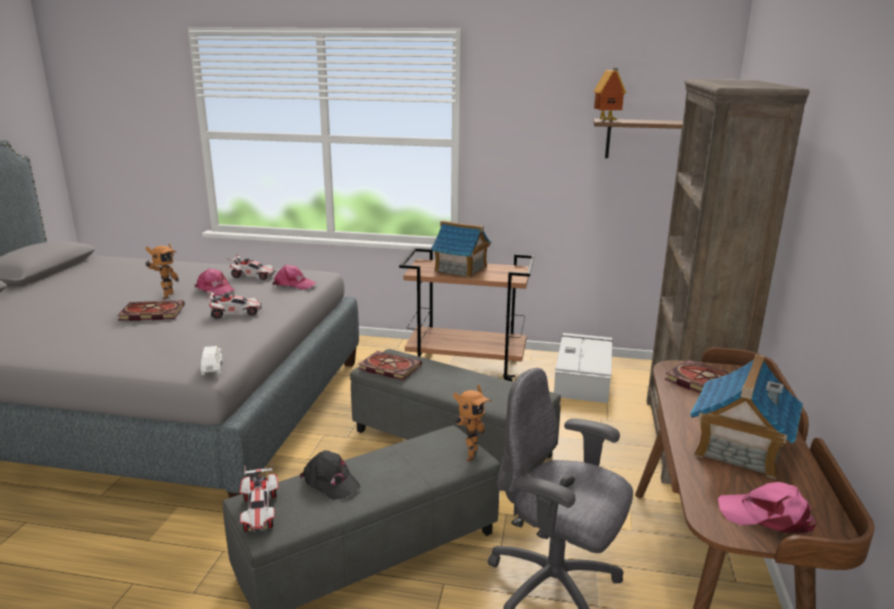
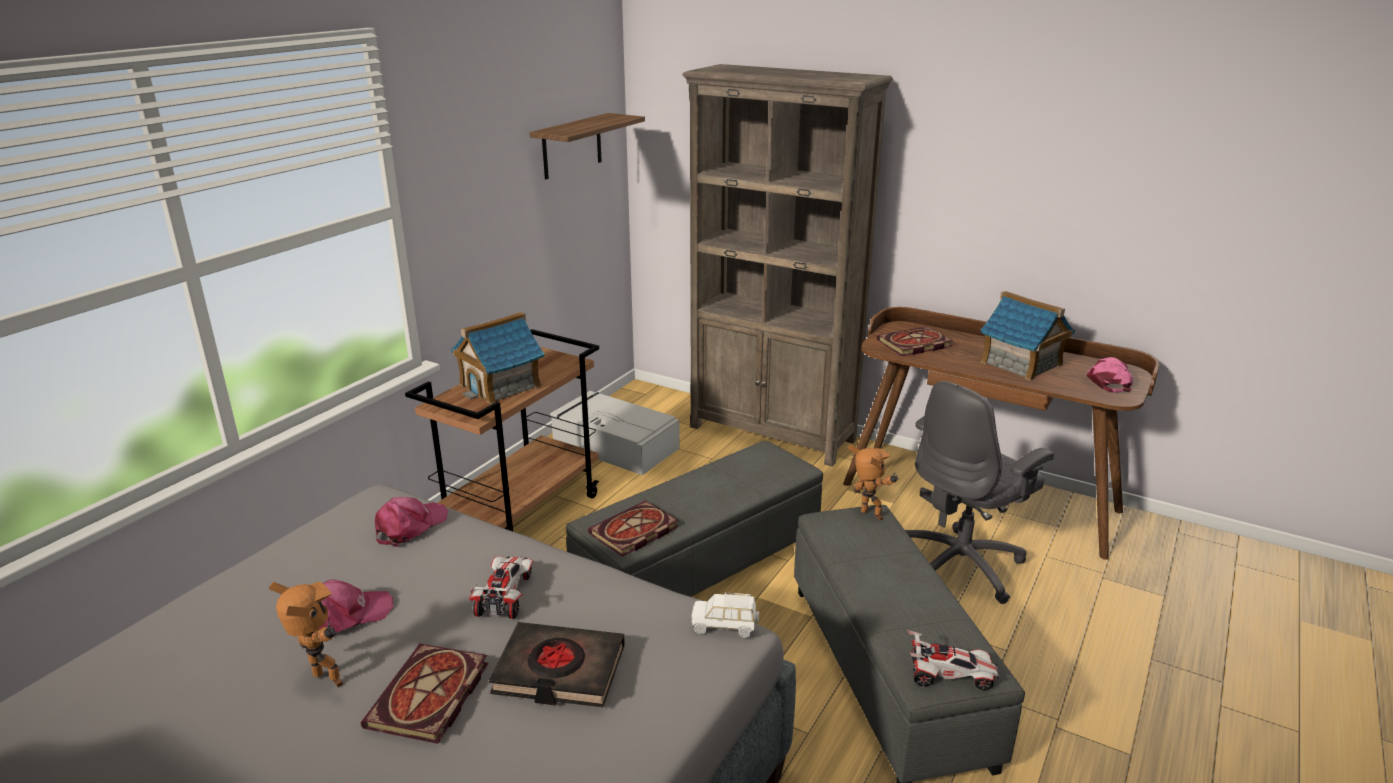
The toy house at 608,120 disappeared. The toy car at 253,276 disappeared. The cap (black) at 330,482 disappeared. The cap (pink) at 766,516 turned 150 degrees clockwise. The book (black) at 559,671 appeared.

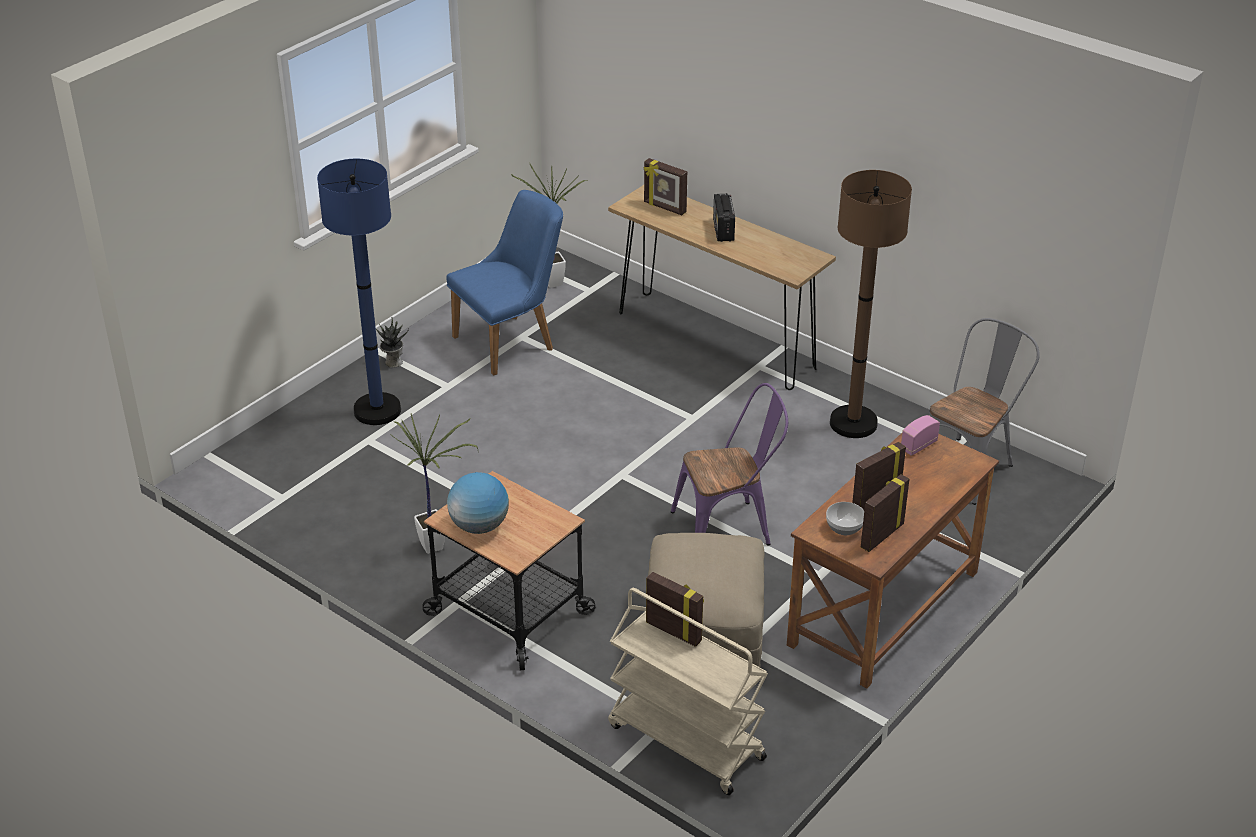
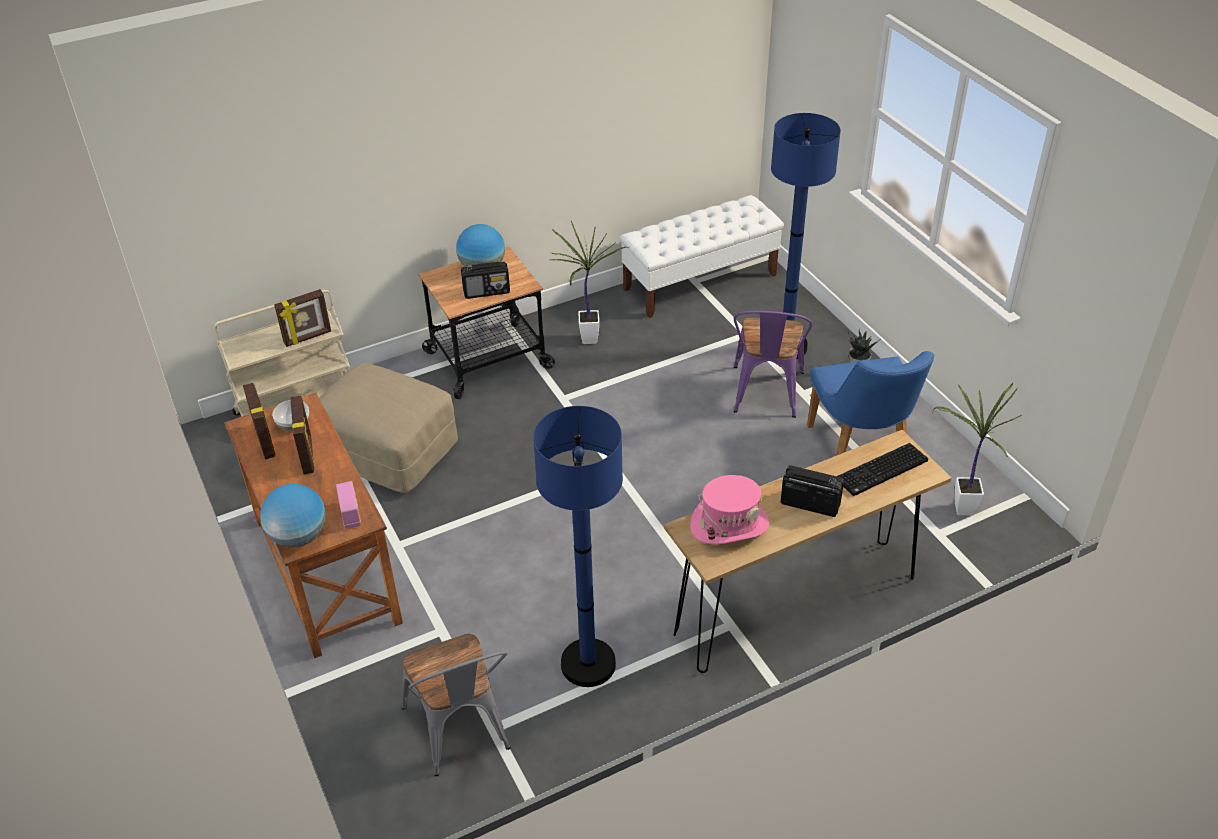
The picture frame at 664,208 was replaced by the keyboard at 882,472. The floor lamp (brown) at 853,423 became the floor lamp (blue) at 588,664. The chair (purple) moved from 729,528 to 766,396. The bench (white) at 700,282 appeared. The radio at 487,291 appeared. The hat (pink) at 729,525 appeared. The globe at 299,537 appeared.

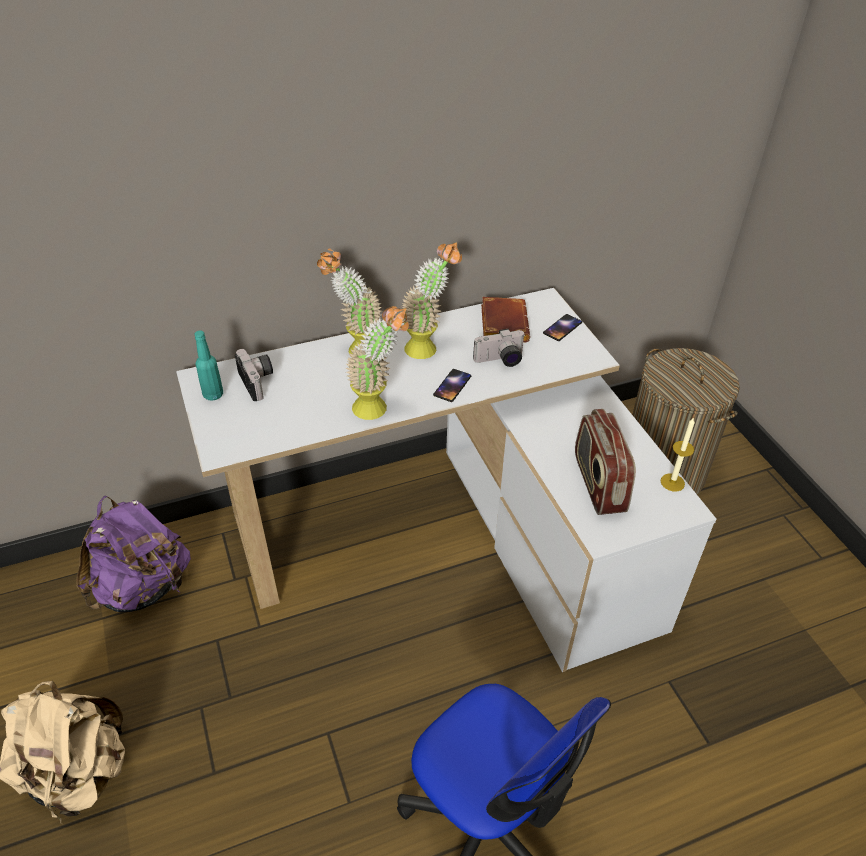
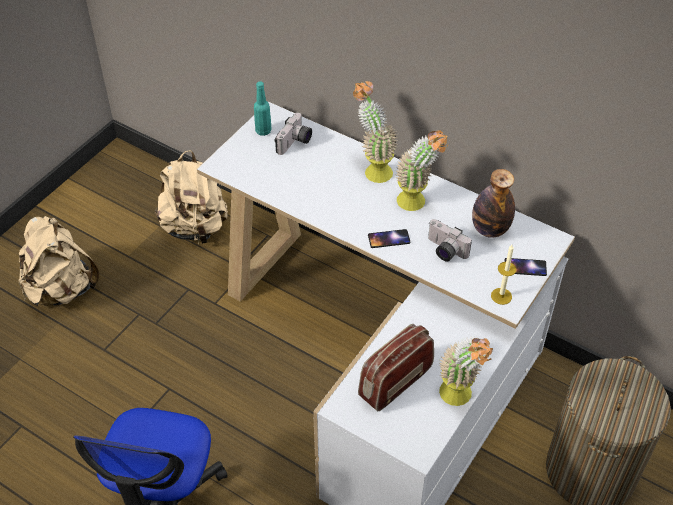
The book (brown) at 502,324 was replaced by the bottle at 490,229. The potted plant moved from 379,409 to 460,399. The candle moved from 672,482 to 501,296. The backpack (purple) at 143,587 became the backpack (beige) at 195,227.

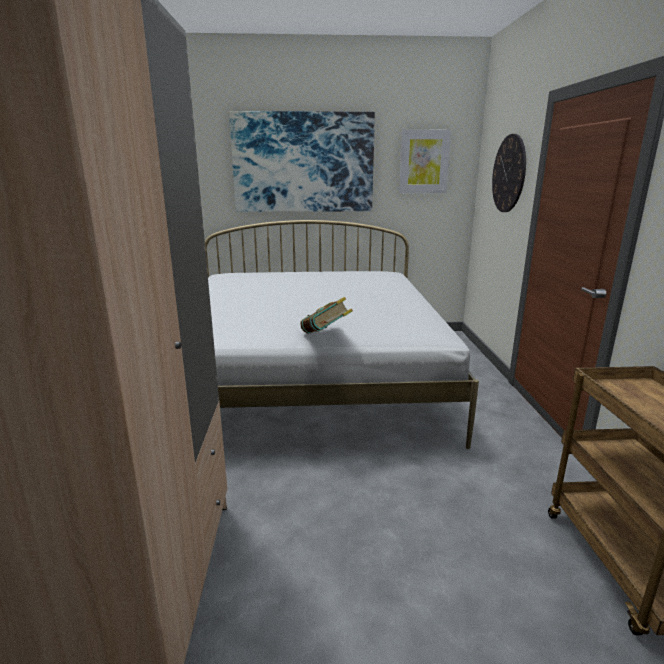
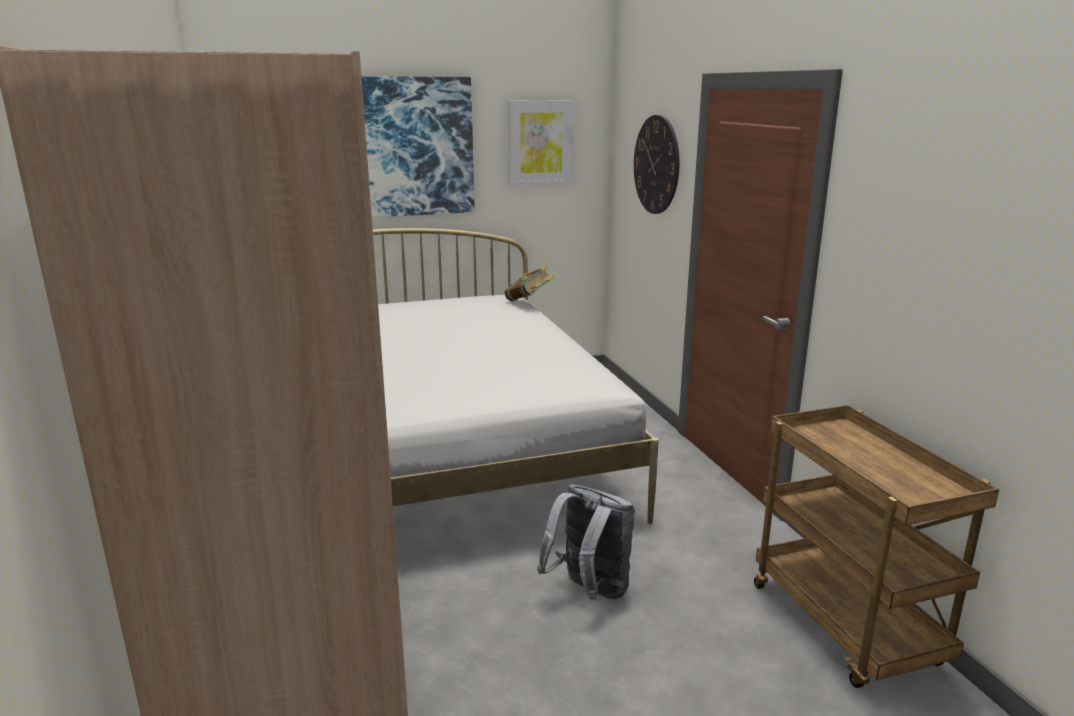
The book moved from 325,336 to 529,302. The backpack (grey) at 589,591 appeared.

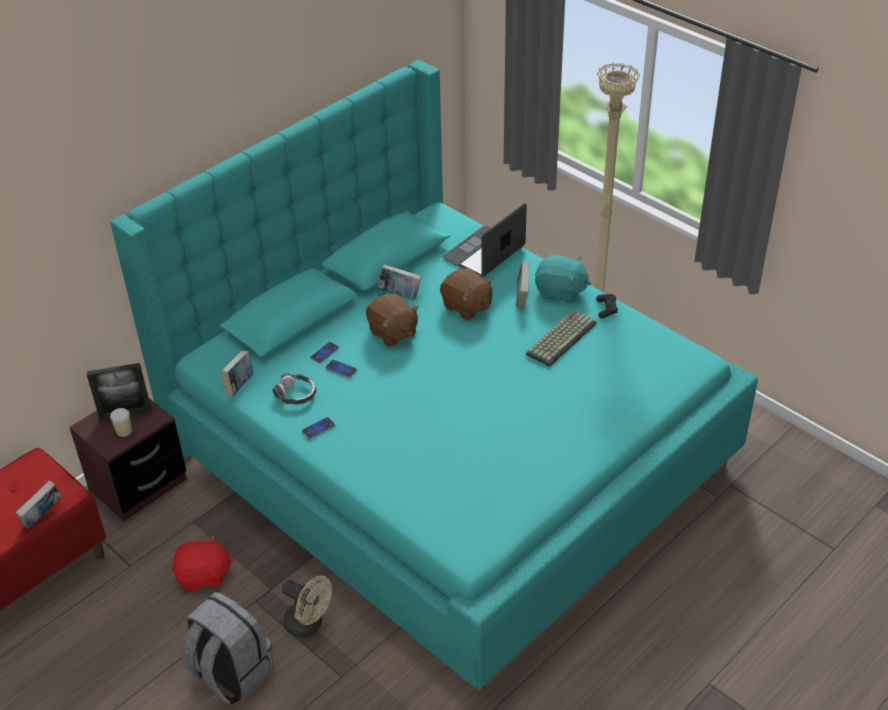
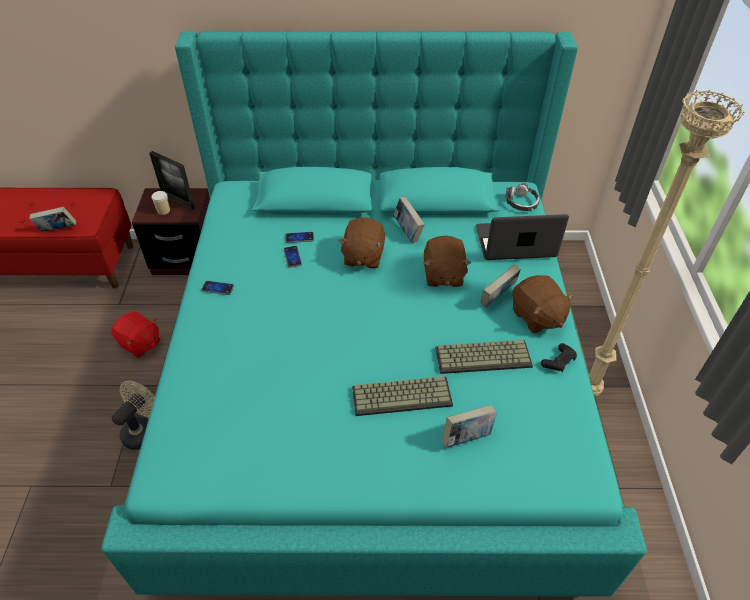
The plush toy (turquoise) at 560,291 became the plush toy (brown) at 536,316. The book moved from 239,385 to 466,437. The headphones moved from 296,394 to 521,202. The fan (beige) at 309,625 turned 135 degrees counterclockwise. The backpack (grey) at 231,674 disappeared. The keyboard at 402,395 appeared.

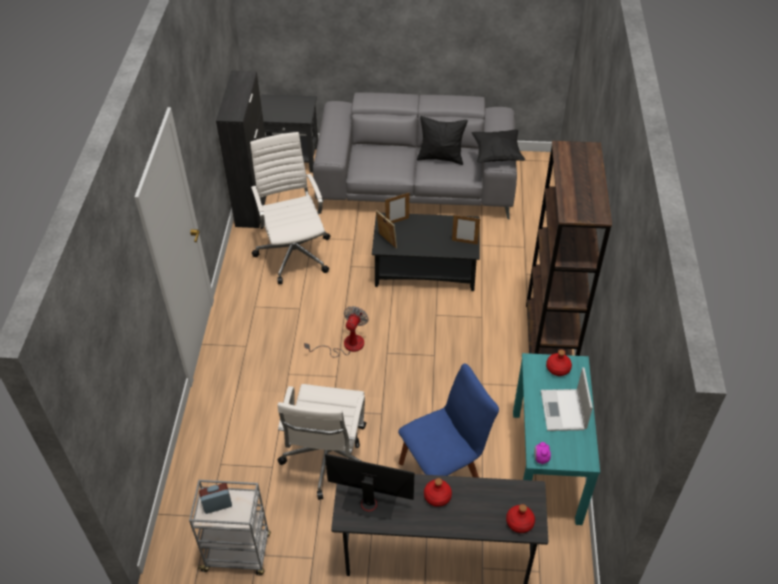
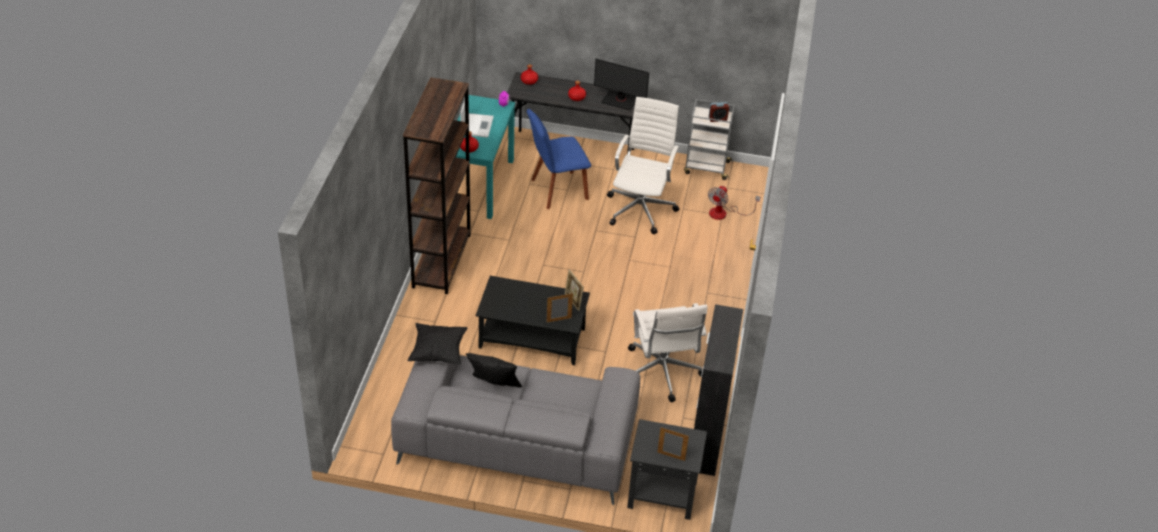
The picture frame moved from 464,242 to 671,456. The fan moved from 346,345 to 724,213.

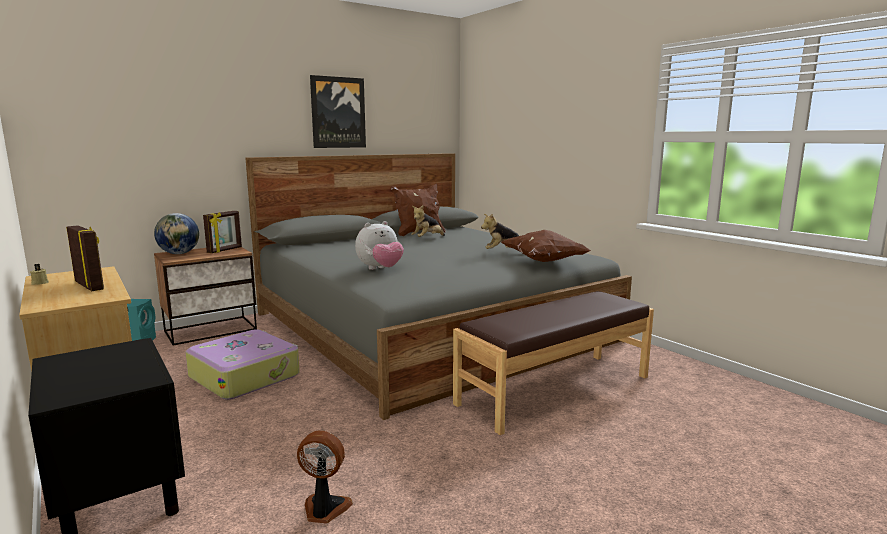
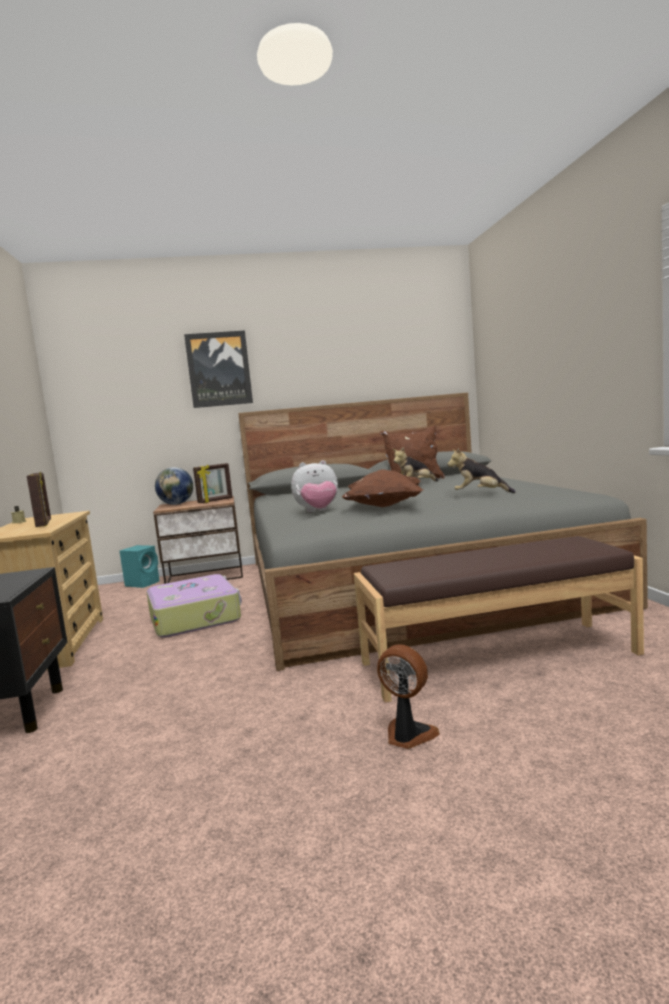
The picture moved from 338,112 to 219,369. The pillow (brown) moved from 544,261 to 384,507. The fan moved from 324,510 to 408,735.

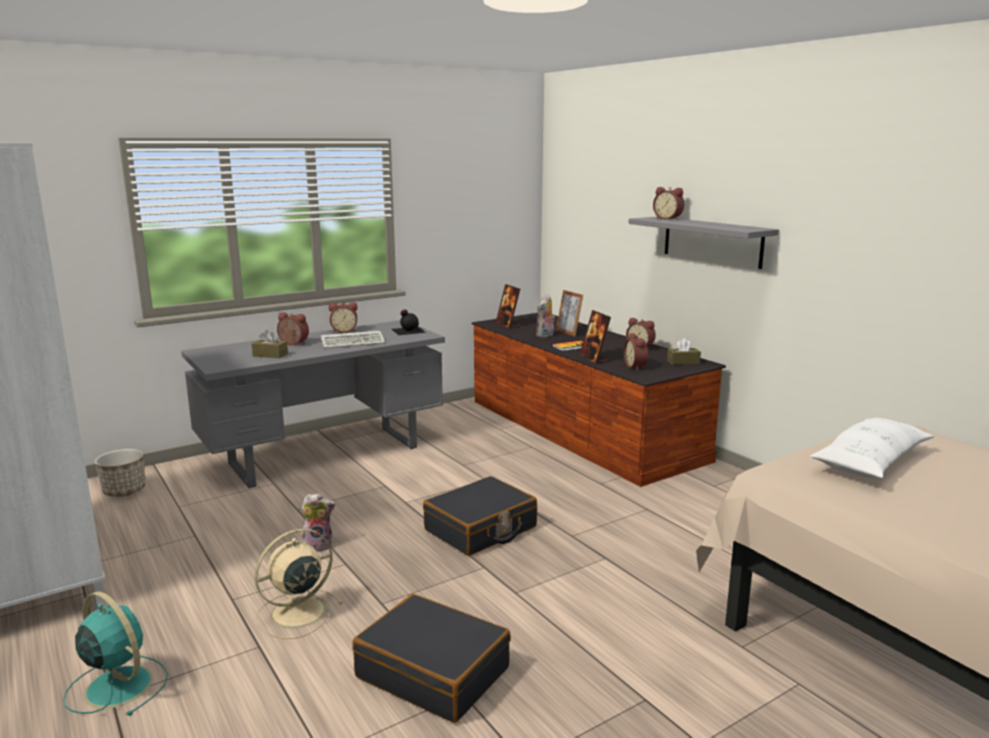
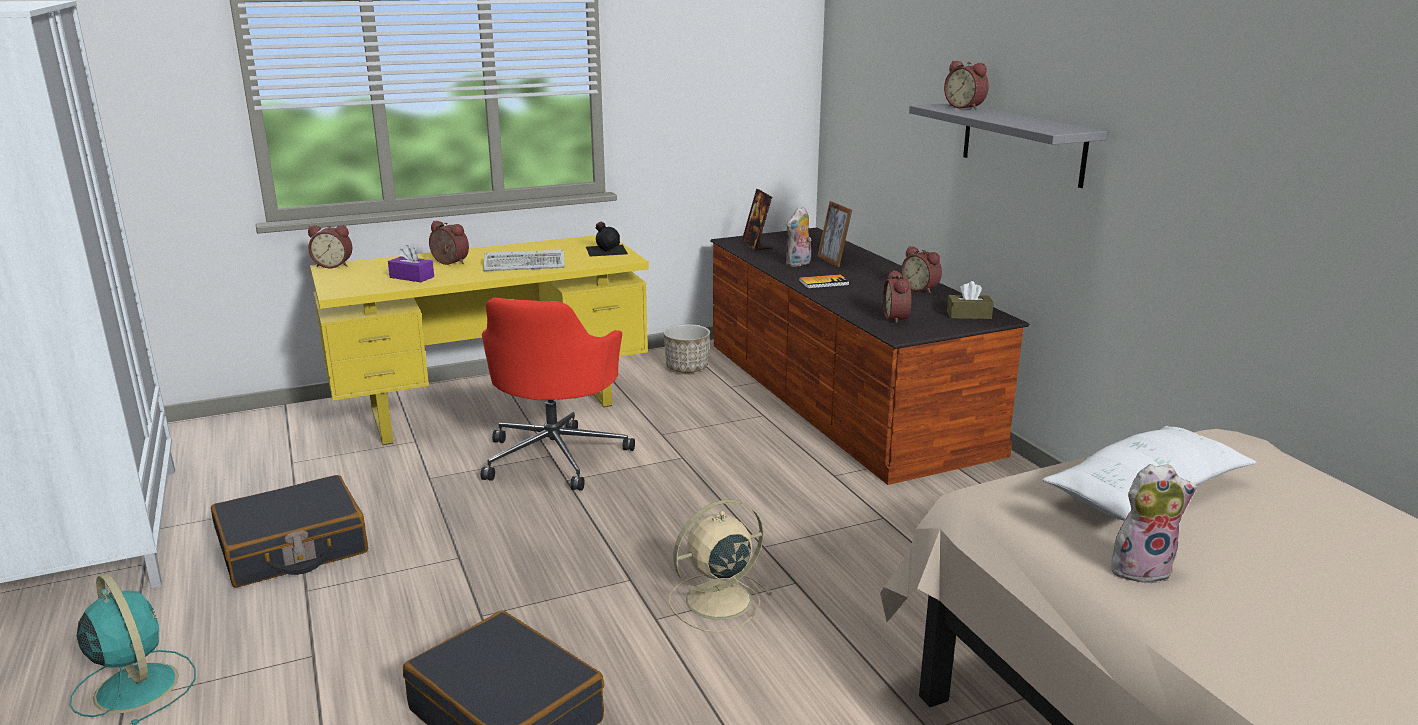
The alarm clock moved from 344,331 to 334,265. The picture frame at 594,359 disappeared. The desk (grey) at 325,455 became the desk (yellow) at 493,407. The tissue box (brown) at 270,355 became the tissue box (purple) at 412,277. The planter moved from 124,491 to 687,368. The suitcase (black) moved from 481,529 to 293,549. The plush toy moved from 318,545 to 1141,568. The fan (beige) moved from 296,613 to 716,601. The office chair (red) at 556,456 appeared.

